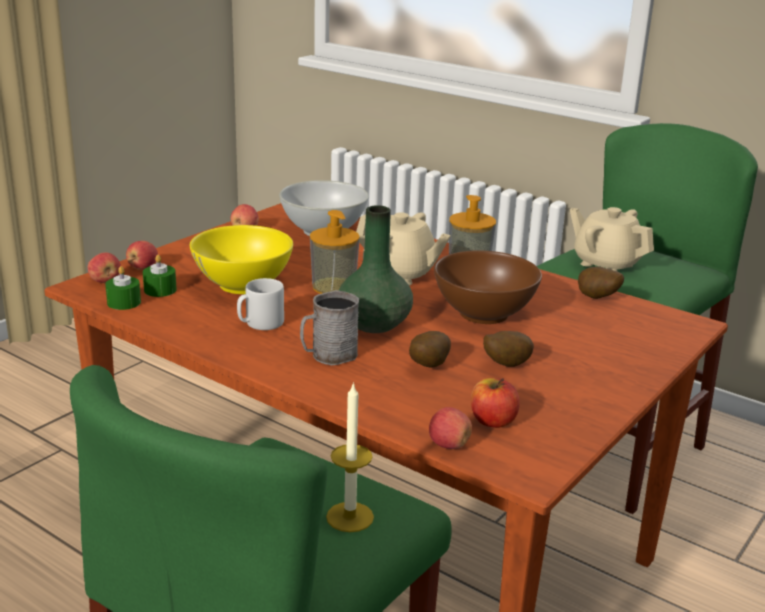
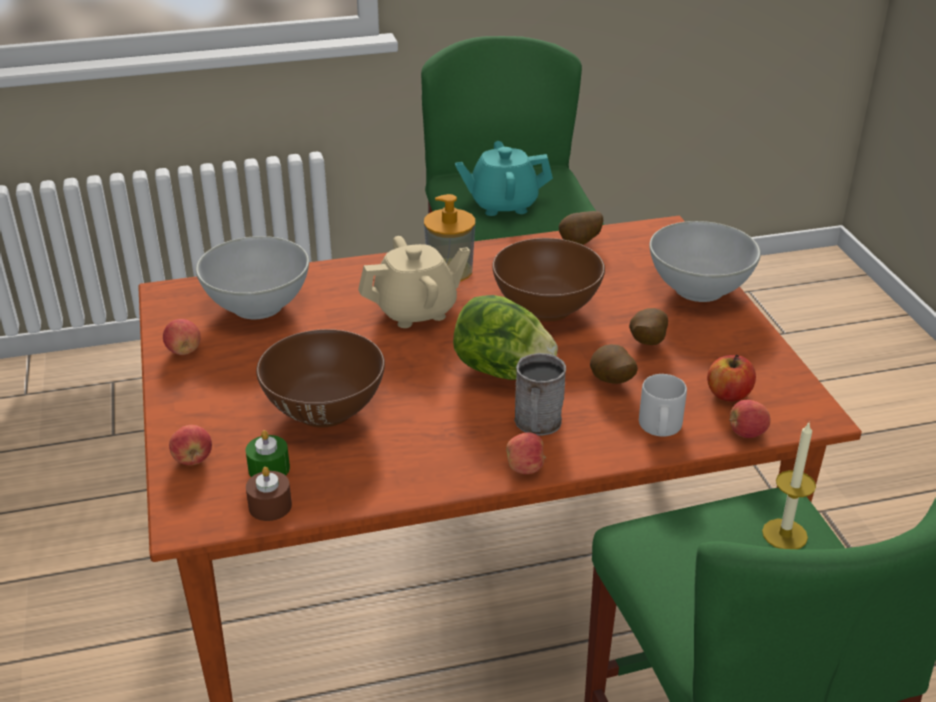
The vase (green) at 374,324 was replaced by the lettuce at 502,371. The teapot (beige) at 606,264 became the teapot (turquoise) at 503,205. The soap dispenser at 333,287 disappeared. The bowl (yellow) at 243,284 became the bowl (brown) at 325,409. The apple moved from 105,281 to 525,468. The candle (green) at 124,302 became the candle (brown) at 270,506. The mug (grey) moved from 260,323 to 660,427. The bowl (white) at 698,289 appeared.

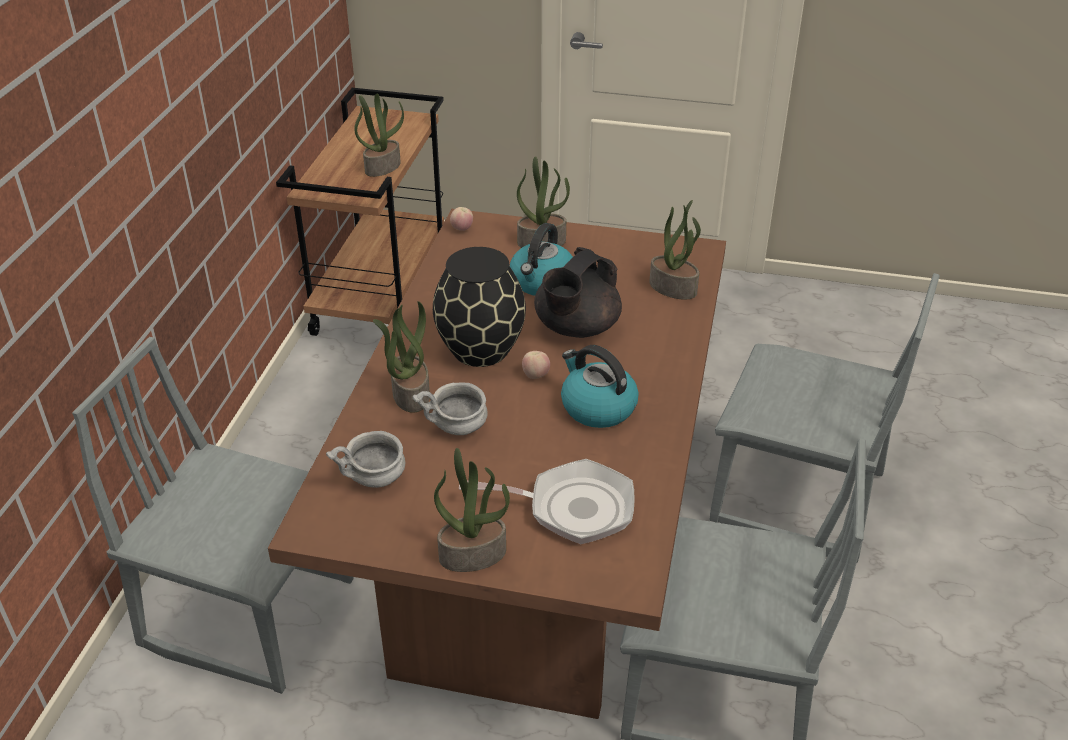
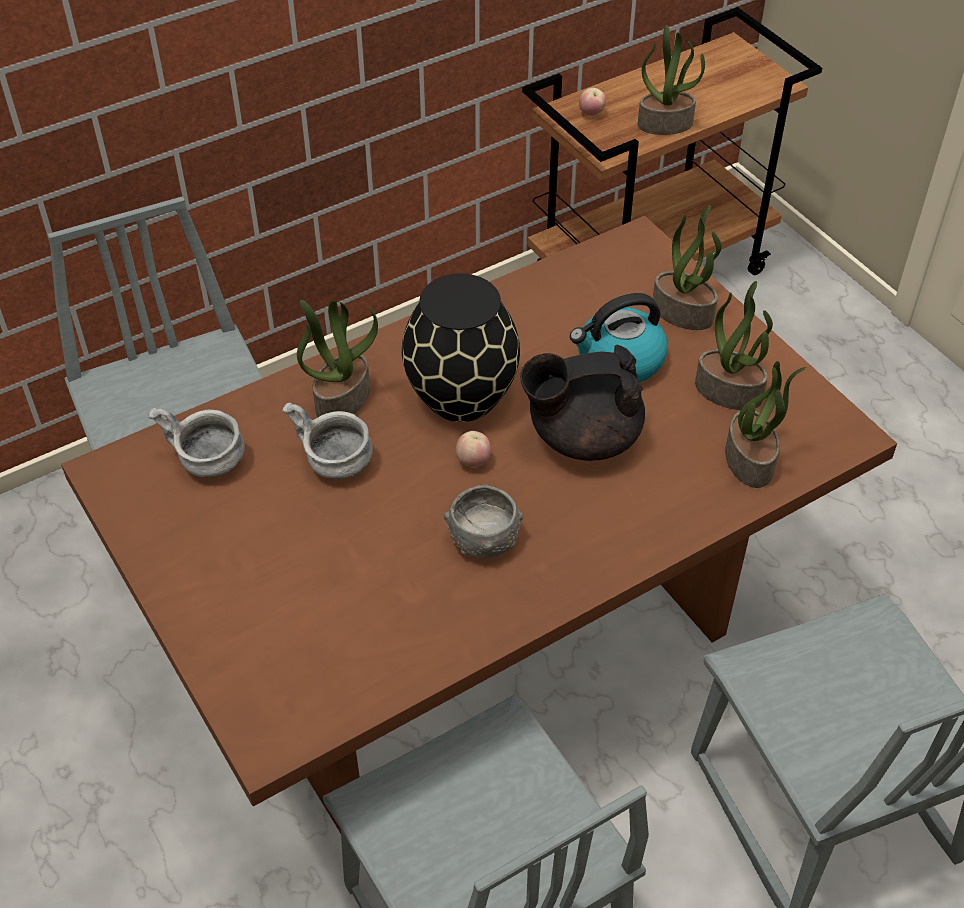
The apple moved from 462,229 to 591,113. The kettle at 597,407 was replaced by the bowl (grey) at 483,539. The potted plant moved from 473,553 to 729,391. The frying pan at 572,508 disappeared.

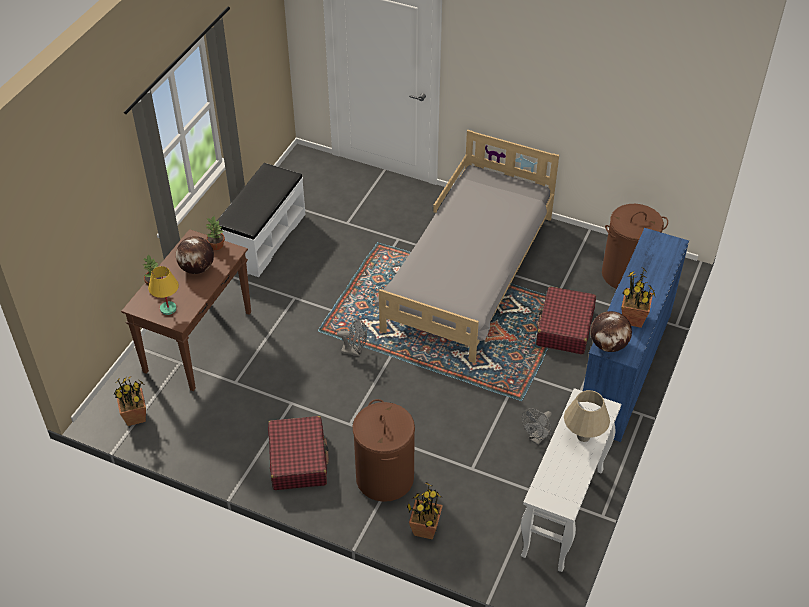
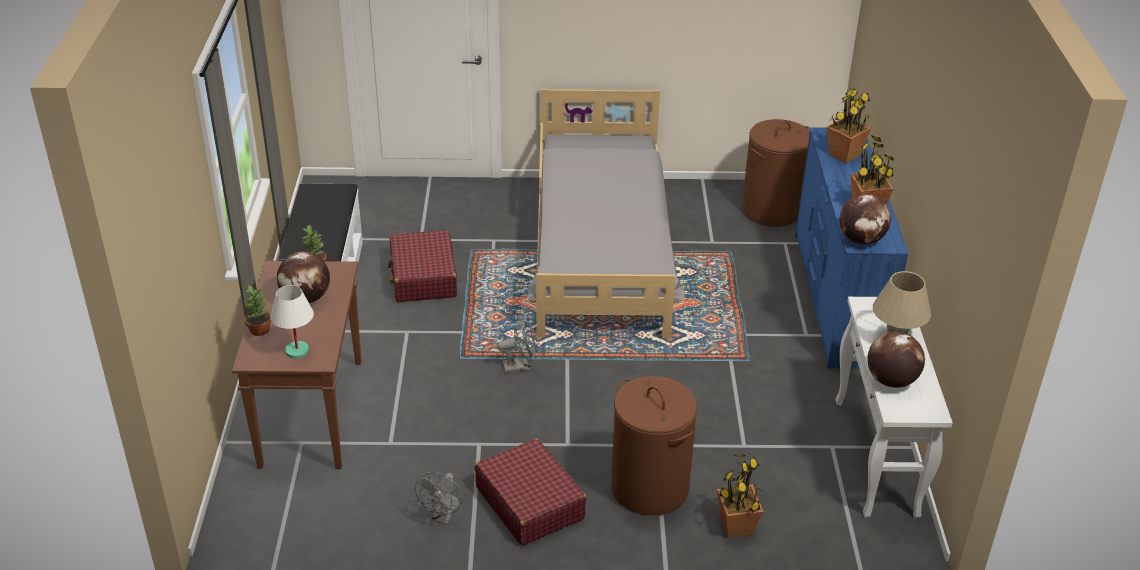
The table lamp (yellow) at 168,309 became the table lamp (white) at 297,351. The suitcase (red) moved from 564,328 to 423,277. The potted plant moved from 135,416 to 843,155. The fan (grey) moved from 537,438 to 443,517. The globe at 891,381 appeared.

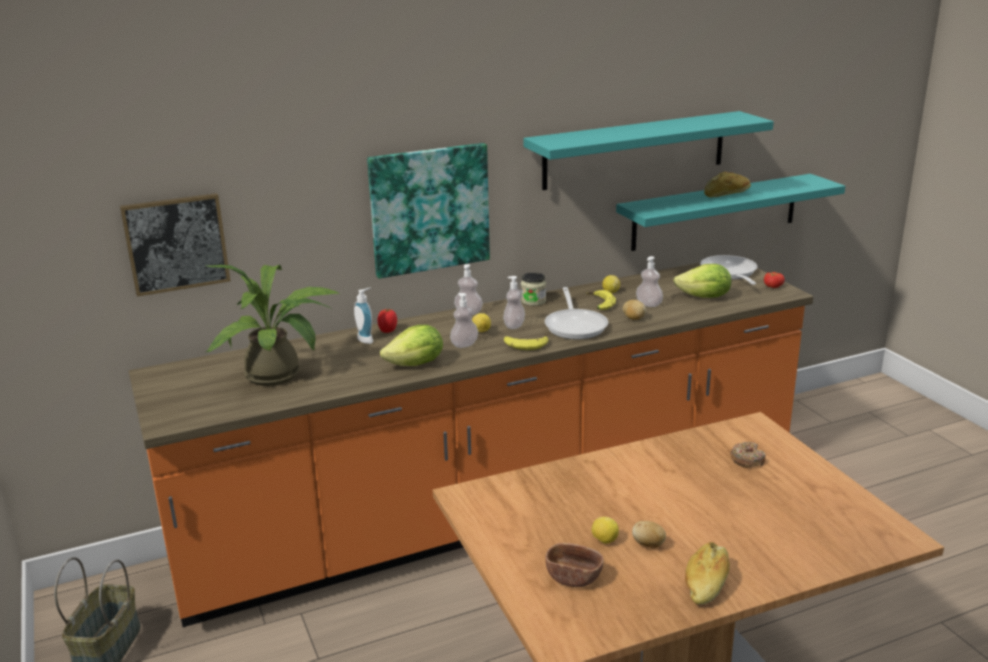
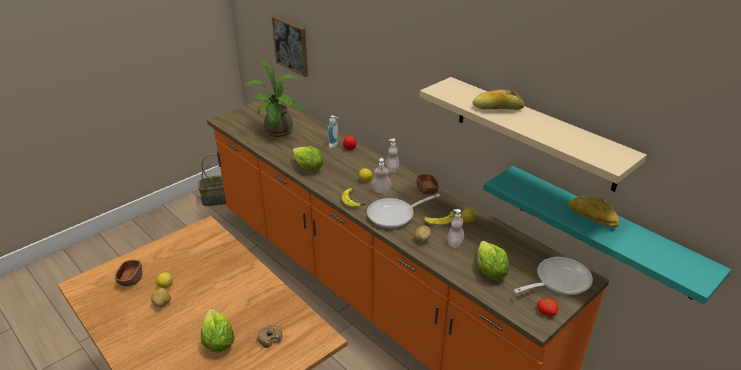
The shelf (turquoise) at 635,150 became the shelf (beige) at 534,132. The picture at 429,209 disappeared. The jar at 533,301 was replaced by the bowl (brown) at 427,190. The soap dispenser at 464,344 disappeared. The bread moved from 706,583 to 497,108. The lettuce at 218,342 appeared.

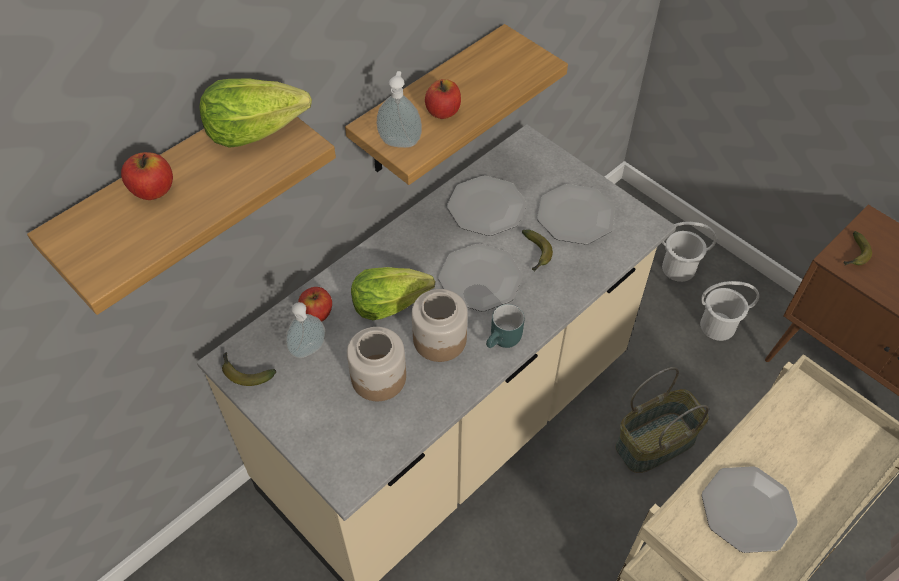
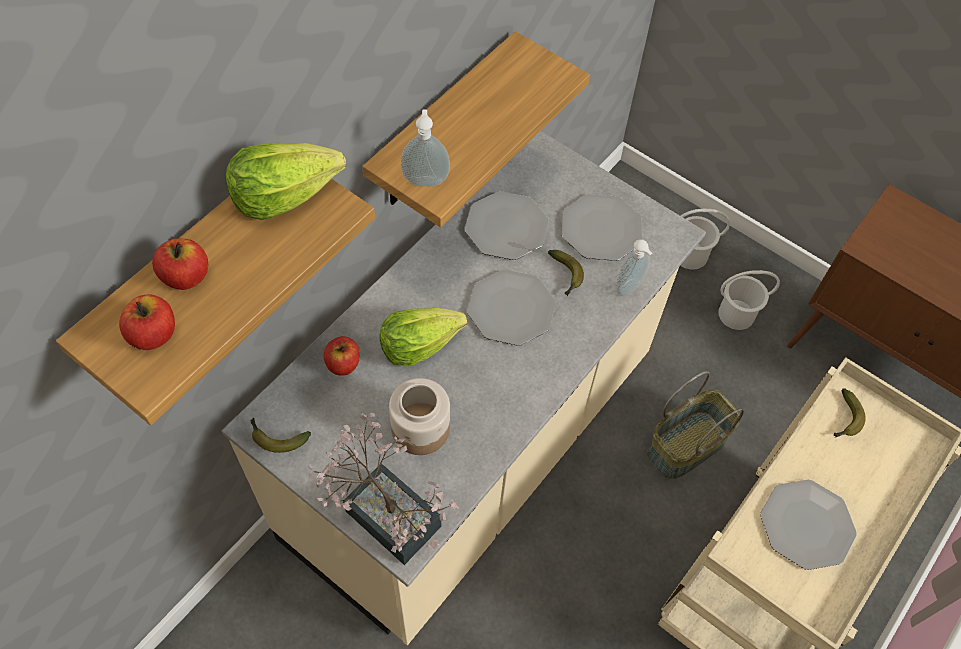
The apple moved from 443,111 to 154,334. The banana moved from 854,255 to 845,419. The jar at 439,339 disappeared. The soap dispenser moved from 309,351 to 630,289. The mug (turquoise) at 504,341 disappeared. The potted plant at 386,510 appeared.

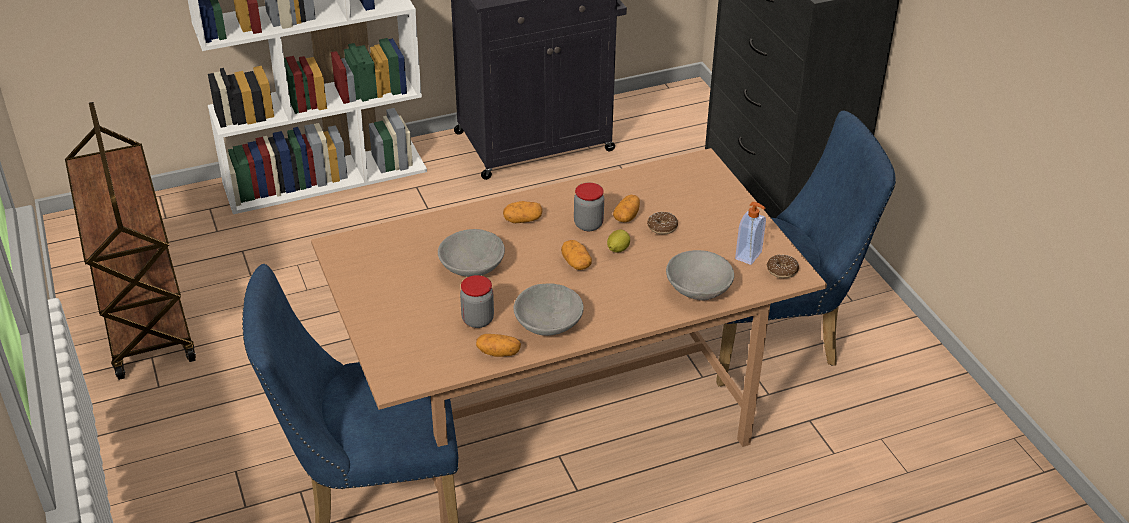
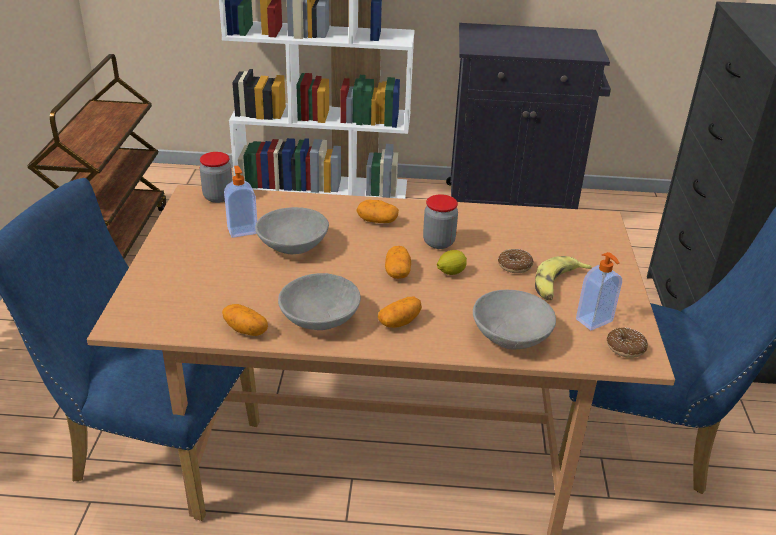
The potato moved from 626,216 to 399,322. The jar moved from 477,320 to 218,197. The soap dispenser at 242,230 appeared. The banana at 557,285 appeared.

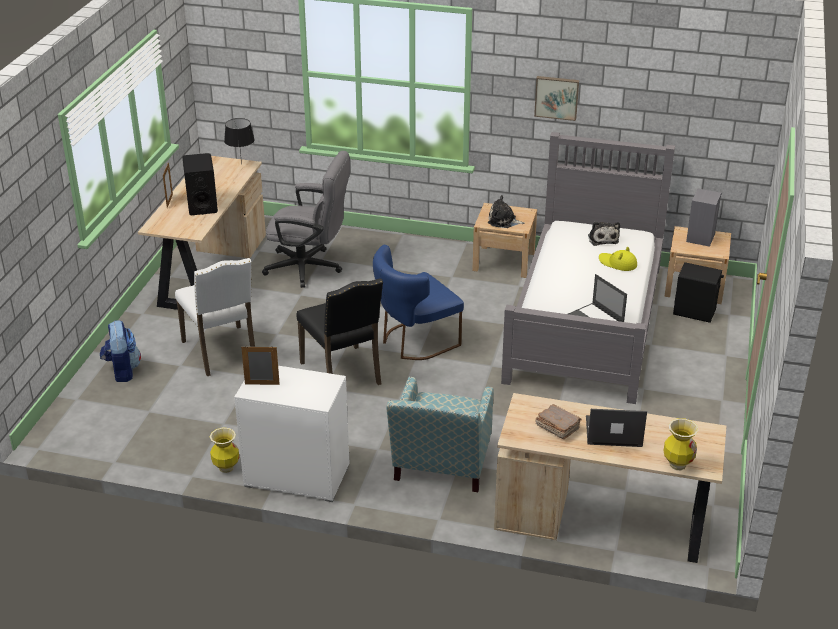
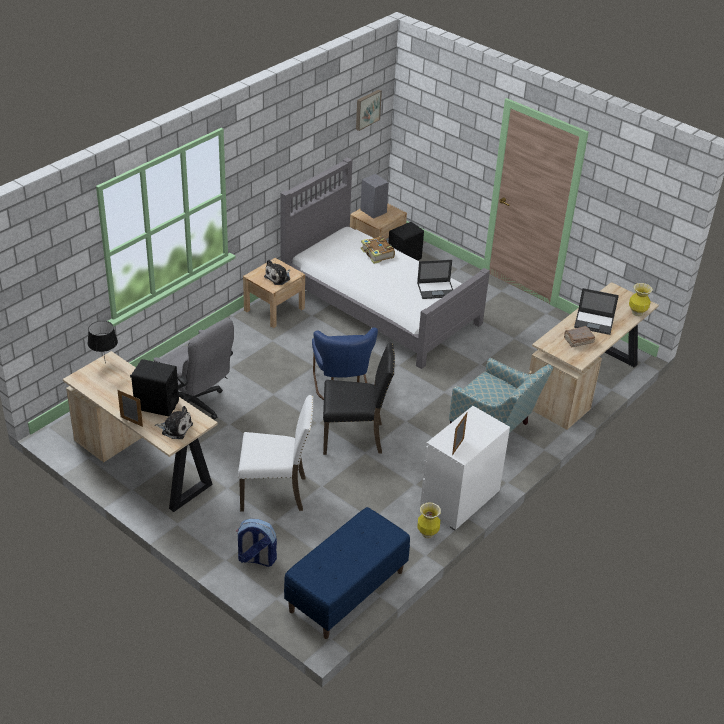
The picture moved from 556,97 to 367,109. The office chair (grey) at 310,268 turned 90 degrees clockwise. The plush toy moved from 602,238 to 175,428. The hat (yellow) at 617,263 was replaced by the book at 377,254. The laptop at 612,432 turned 105 degrees counterclockwise. The bench (blue) at 346,591 appeared.

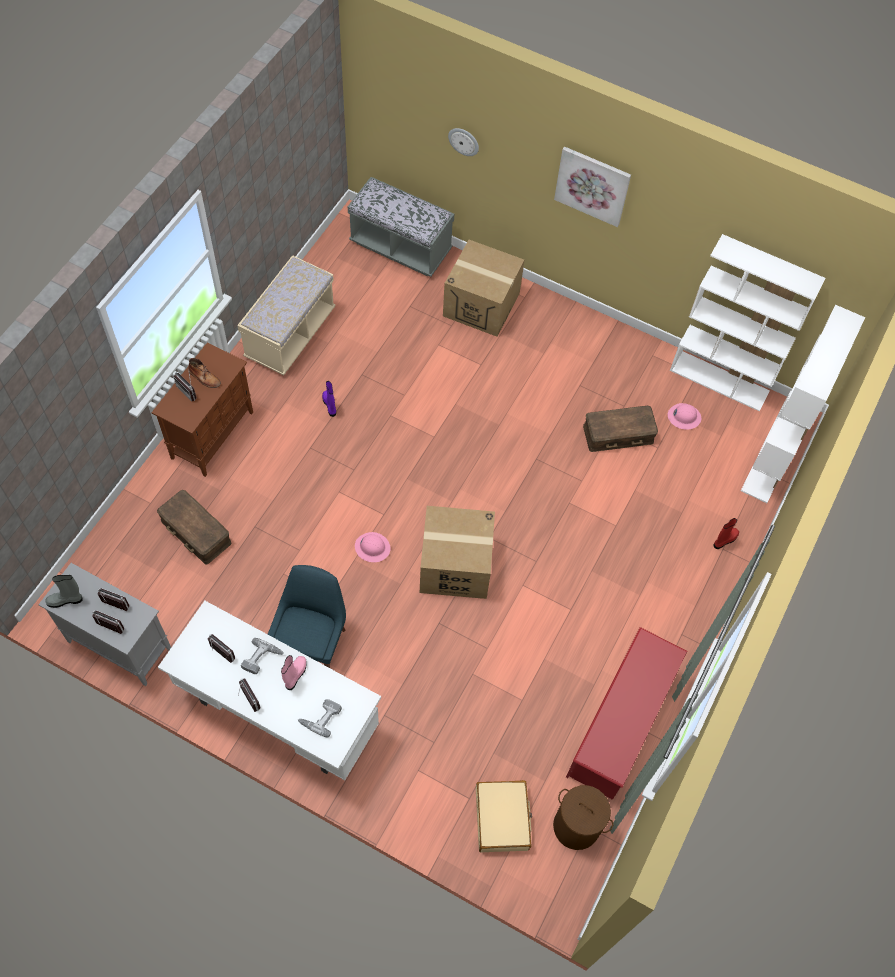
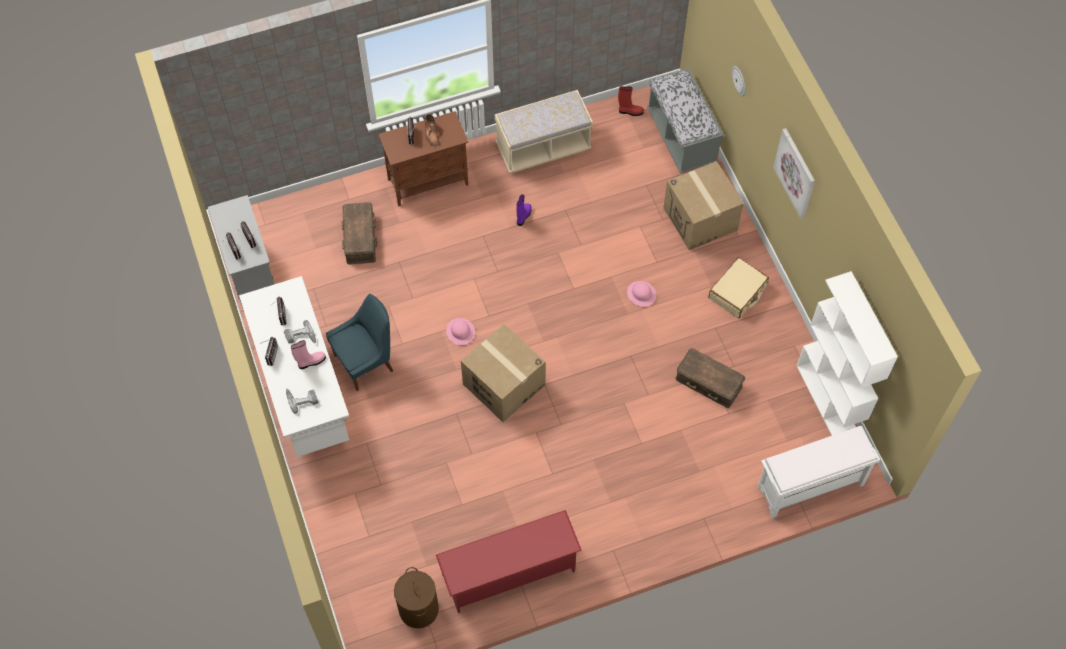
The bookcase (white) at 772,459 was replaced by the bench (white) at 809,486. The hard hat (pink) moved from 684,417 to 641,294. The boot (red) moved from 724,540 to 630,111. The boot (grey) at 66,600 disappeared. The suitcase (beige) moved from 502,819 to 737,292.

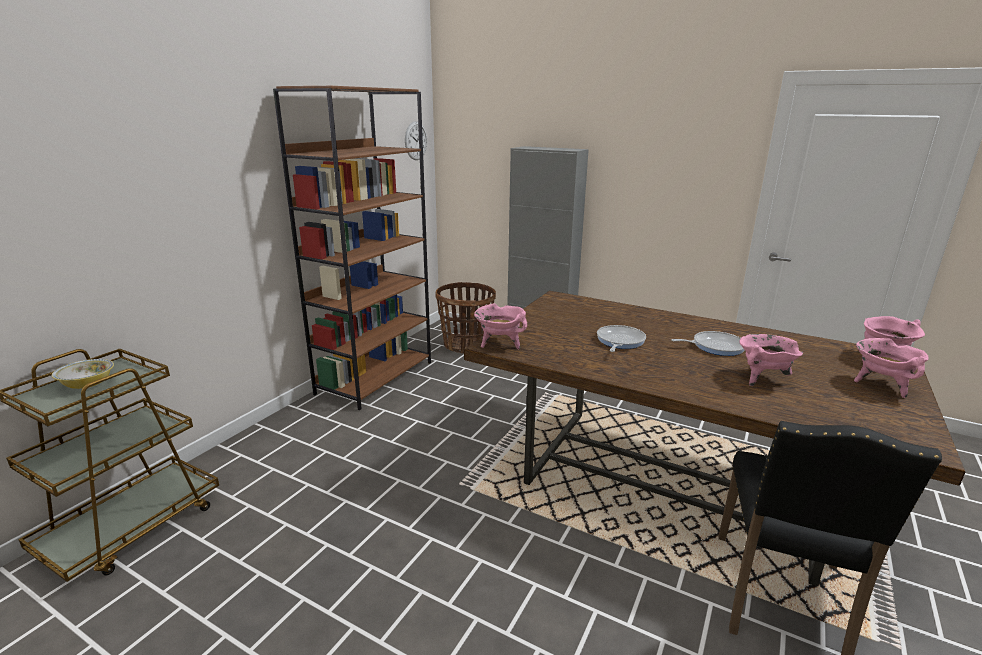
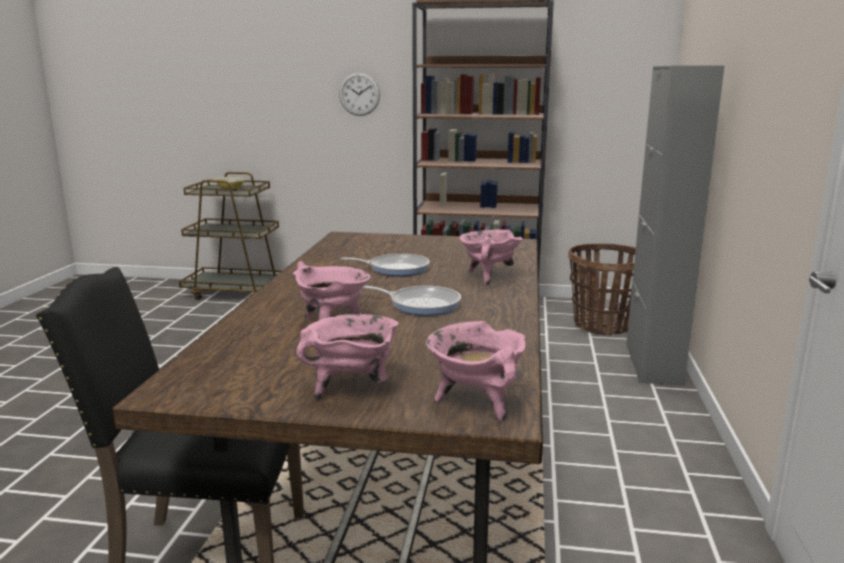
The wall clock moved from 416,141 to 359,94. The cooking pot (pink) moved from 500,344 to 488,277. The frying pan at 715,346 turned 45 degrees counterclockwise.

